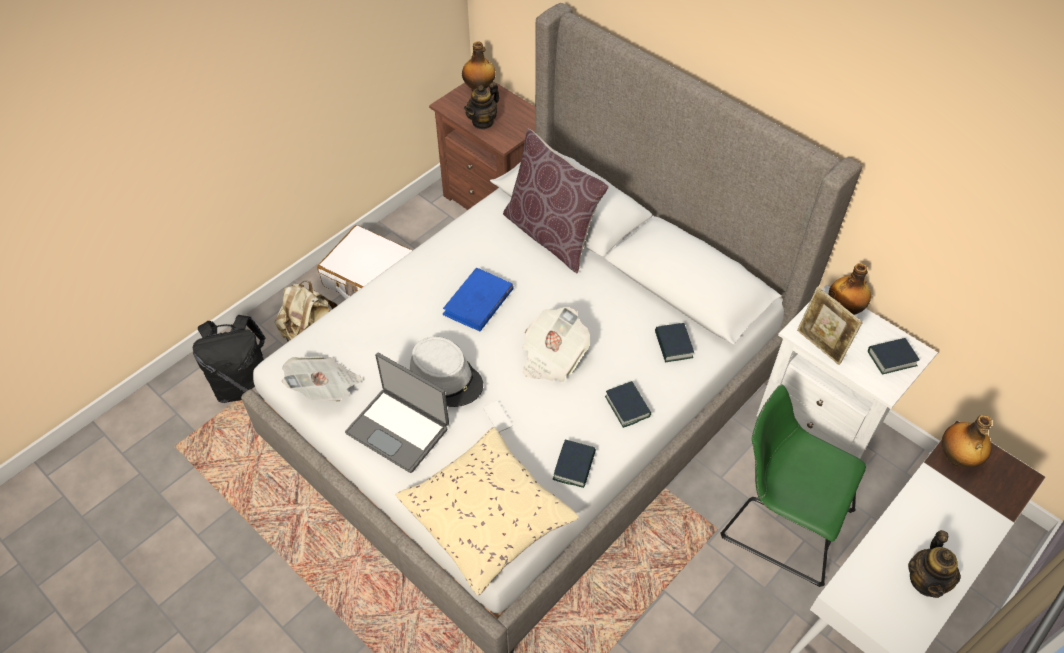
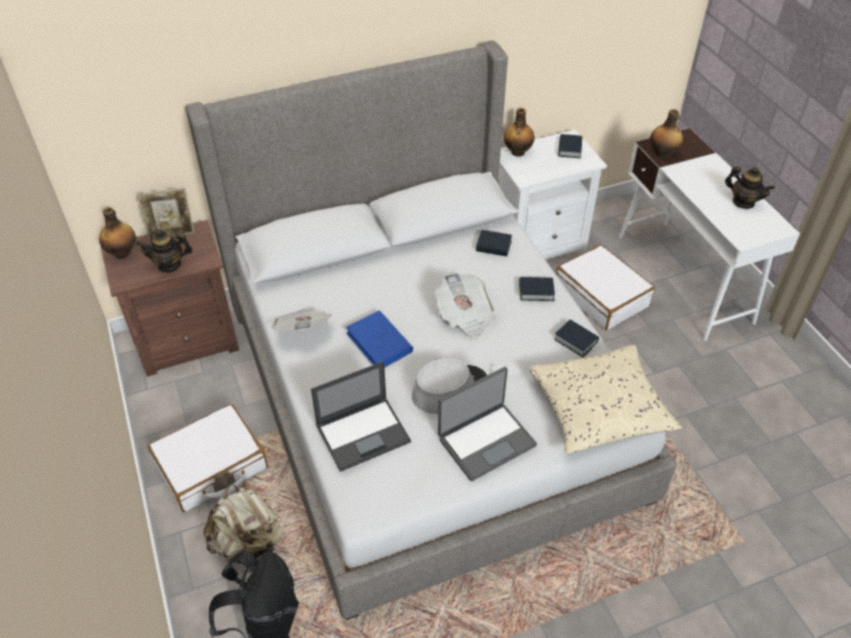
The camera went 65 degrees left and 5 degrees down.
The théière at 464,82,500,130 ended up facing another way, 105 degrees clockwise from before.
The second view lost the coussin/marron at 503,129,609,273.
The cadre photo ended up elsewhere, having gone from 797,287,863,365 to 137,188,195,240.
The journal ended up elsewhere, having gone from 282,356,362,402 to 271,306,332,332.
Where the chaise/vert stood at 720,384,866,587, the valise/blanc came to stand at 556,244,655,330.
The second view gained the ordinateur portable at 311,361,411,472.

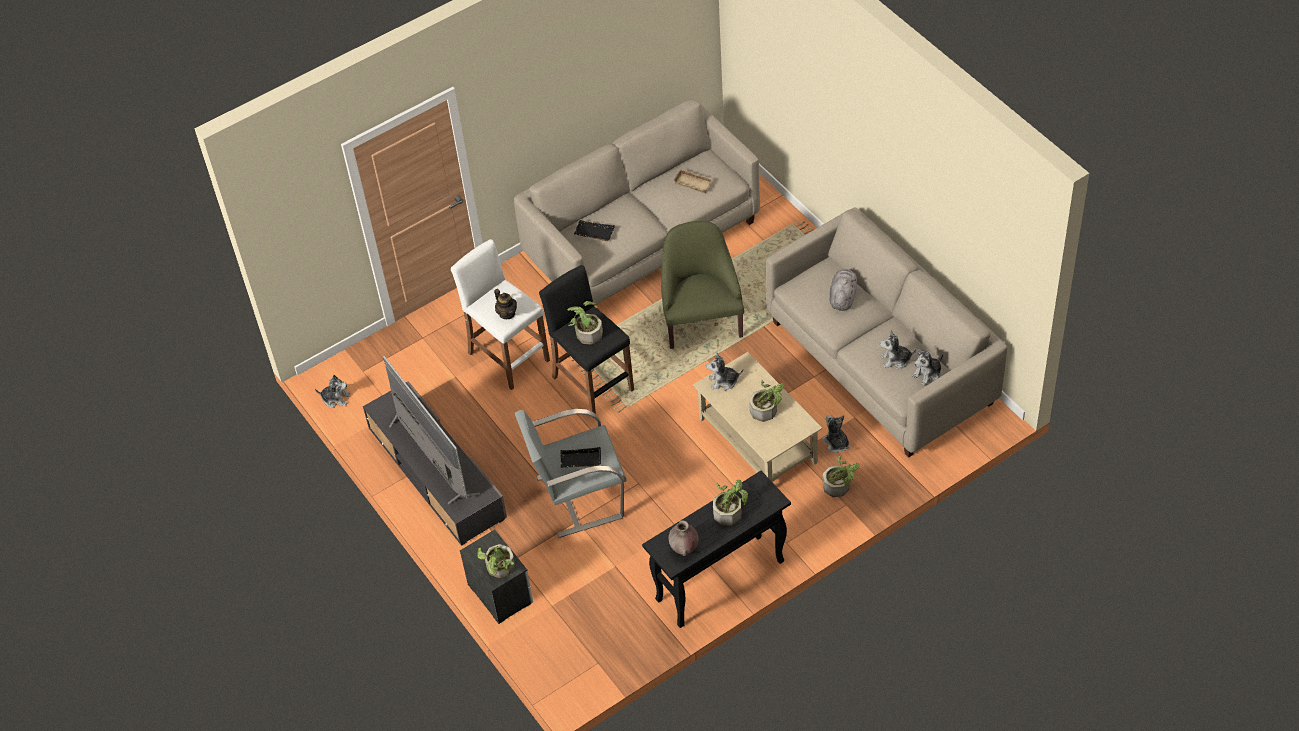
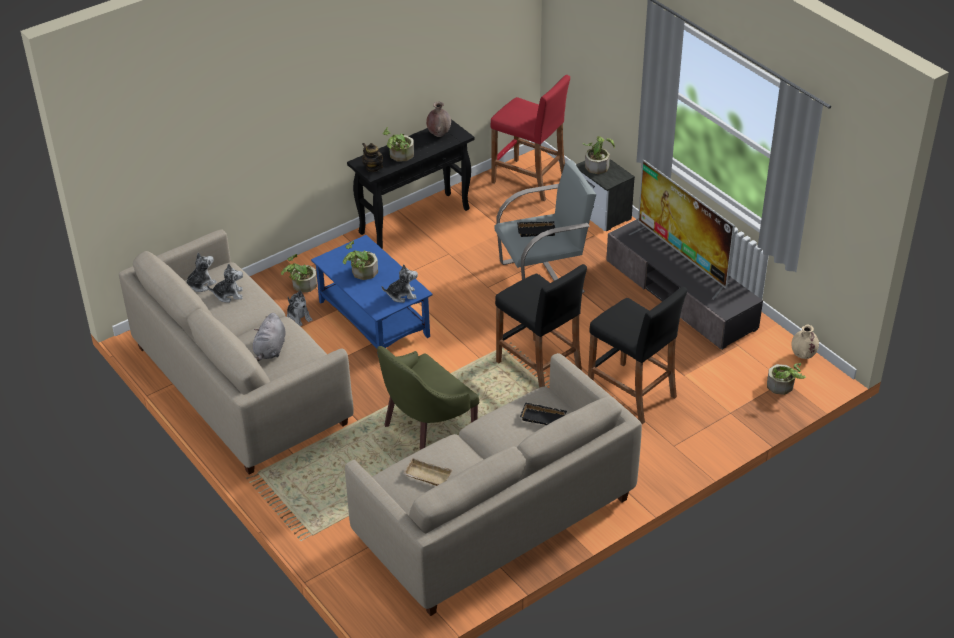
The camera went 175 degrees right and 10 degrees down.
The fauteuil/vert at 661,221,744,349 ended up facing another way, 60 degrees clockwise from before.
What was the tabouret/blanc at 451,239,550,390 turned into the tabouret/noir at 588,287,687,424.
The théière ended up elsewhere, having gone from 494,289,517,319 to 362,143,383,172.
The plante en pot ended up elsewhere, having gone from 568,301,603,345 to 767,363,806,395.
What was the table basse/beige at 693,352,822,482 turned into the table basse/bleu at 311,235,433,353.
Where the peluche stood at 315,375,350,408, the vase/beige came to stand at 792,324,819,359.
The second view gained the tabouret/rouge at 491,75,570,201.

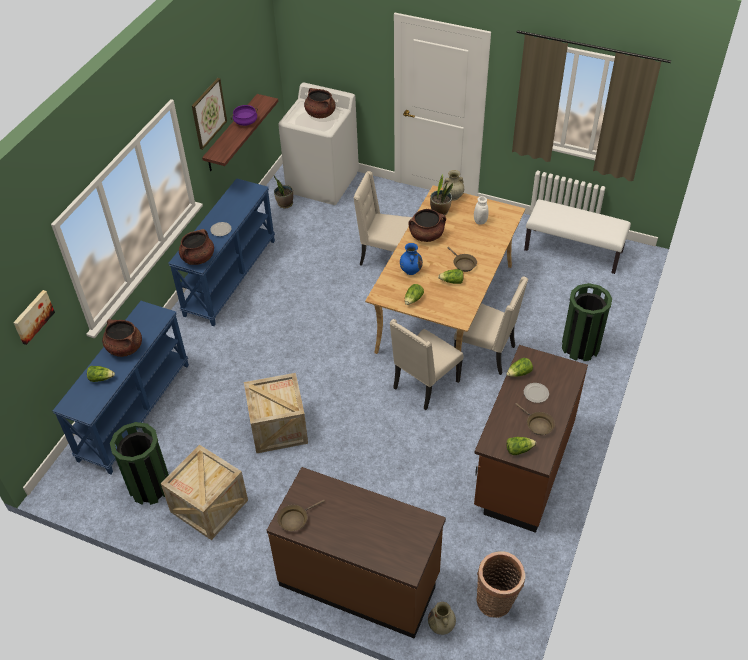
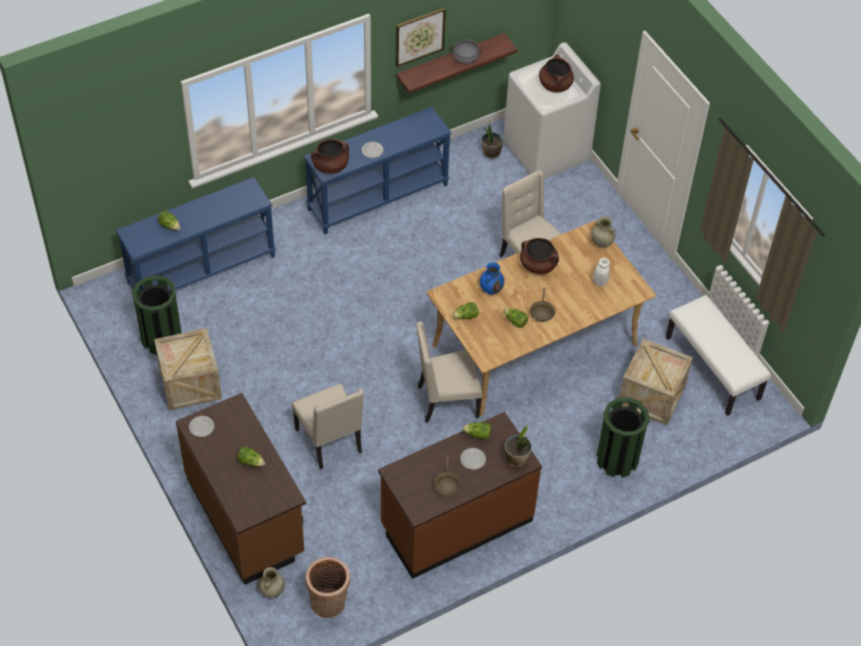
The camera went 35 degrees right and 5 degrees up.
What was the marmite/violet at 231,105,258,126 turned into the marmite/gris at 451,40,482,64.
The plante en pot ended up elsewhere, having gone from 430,174,453,215 to 505,425,532,466.
The chaise/beige ended up elsewhere, having gone from 454,276,528,375 to 292,383,364,470.
The second view lost the tableau at 13,290,55,345.
The second view lost the marmite/marron at 102,319,142,357.
The caisse ended up elsewhere, having gone from 244,373,308,454 to 619,338,693,425.
The laitue ended up elsewhere, having gone from 506,437,536,455 to 237,446,265,467.
Where the poêle/marron stood at 277,500,325,531, the assiette came to stand at 189,416,215,437.

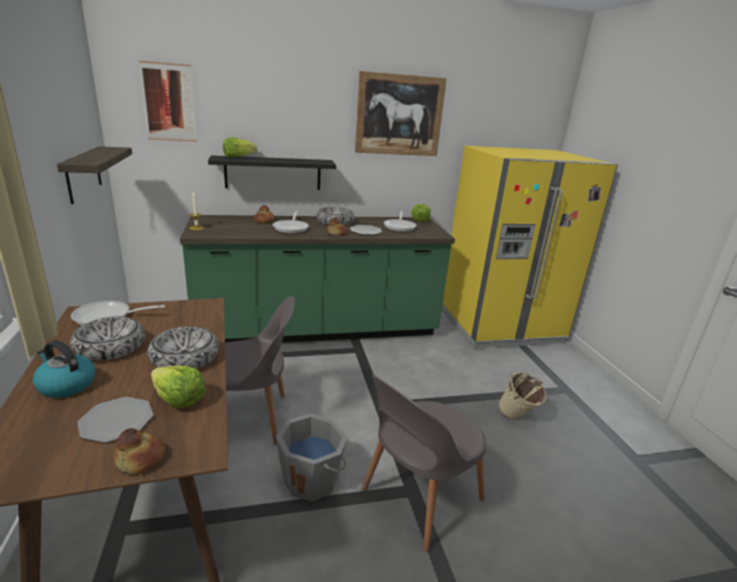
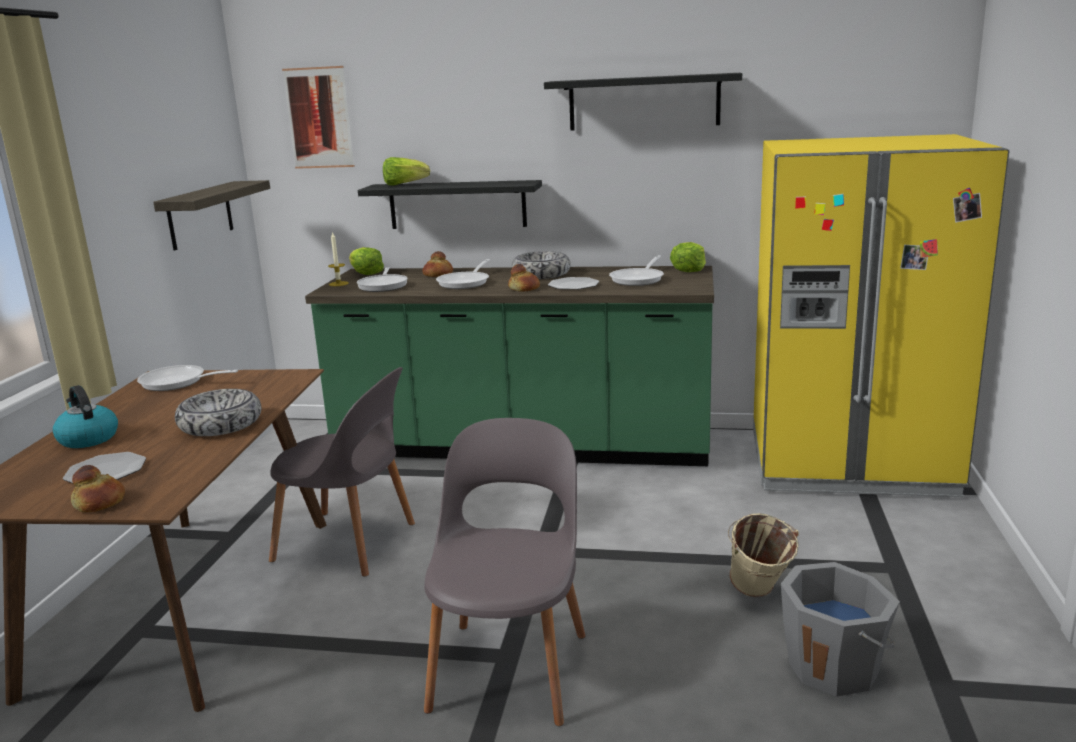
The camera went 25 degrees right and 5 degrees down.
Where the tableau hung at 355,71,447,156, the étagère/noir came to hang at 544,73,742,131.
The second view lost the bol at 70,316,145,361.
The laitue ended up elsewhere, having gone from 151,366,206,408 to 349,247,384,275.
The chaise/gris at 362,374,486,552 ended up facing another way, 120 degrees clockwise from before.
The seau/gris ended up elsewhere, having gone from 276,413,348,502 to 781,562,900,697.
The second view gained the poêle at 357,267,407,292.

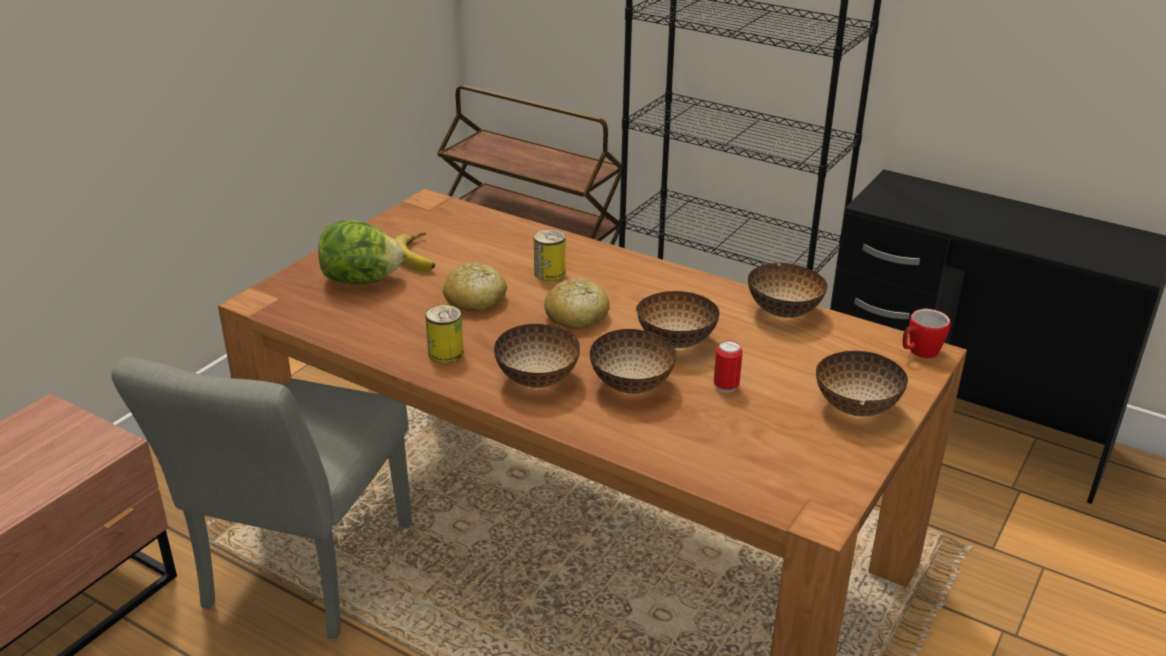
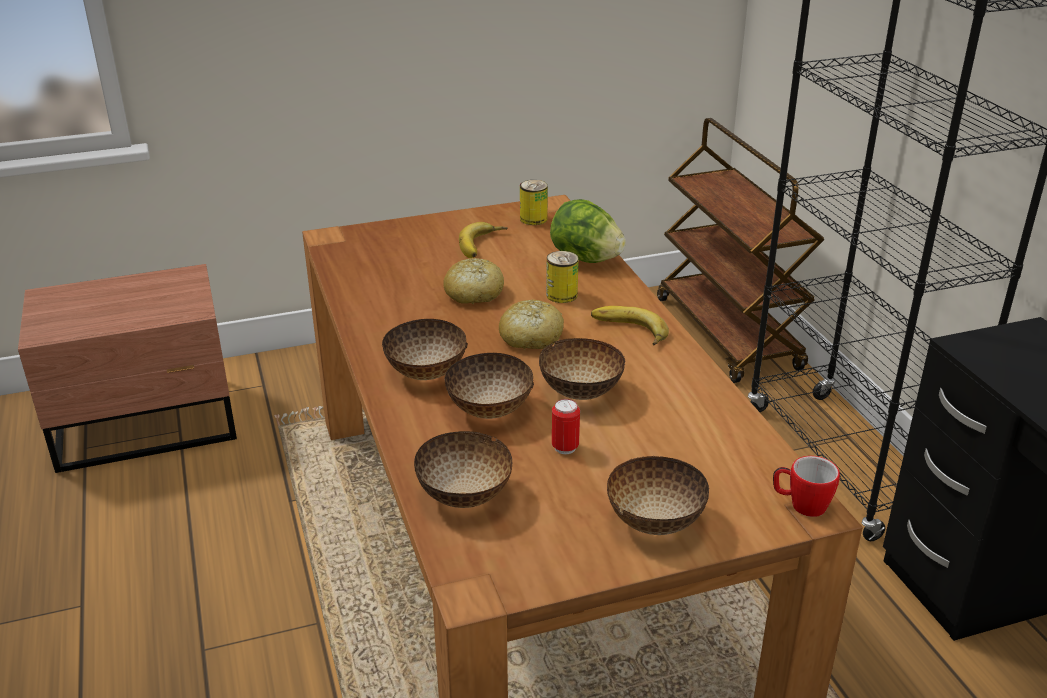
The camera went 40 degrees right and 0 degrees up.
The laitue ended up elsewhere, having gone from 318,220,403,284 to 550,199,626,263.
The bol ended up elsewhere, having gone from 748,262,828,318 to 414,431,512,508.
The boîte métallique ended up elsewhere, having gone from 425,305,463,364 to 520,180,548,225.
The second view lost the chaise/gris at 111,357,412,639.
The second view gained the banane at 591,306,669,346.

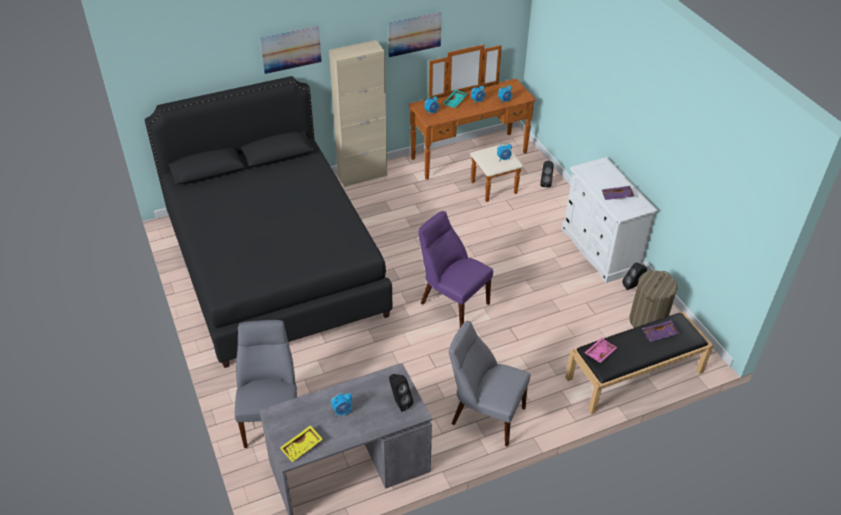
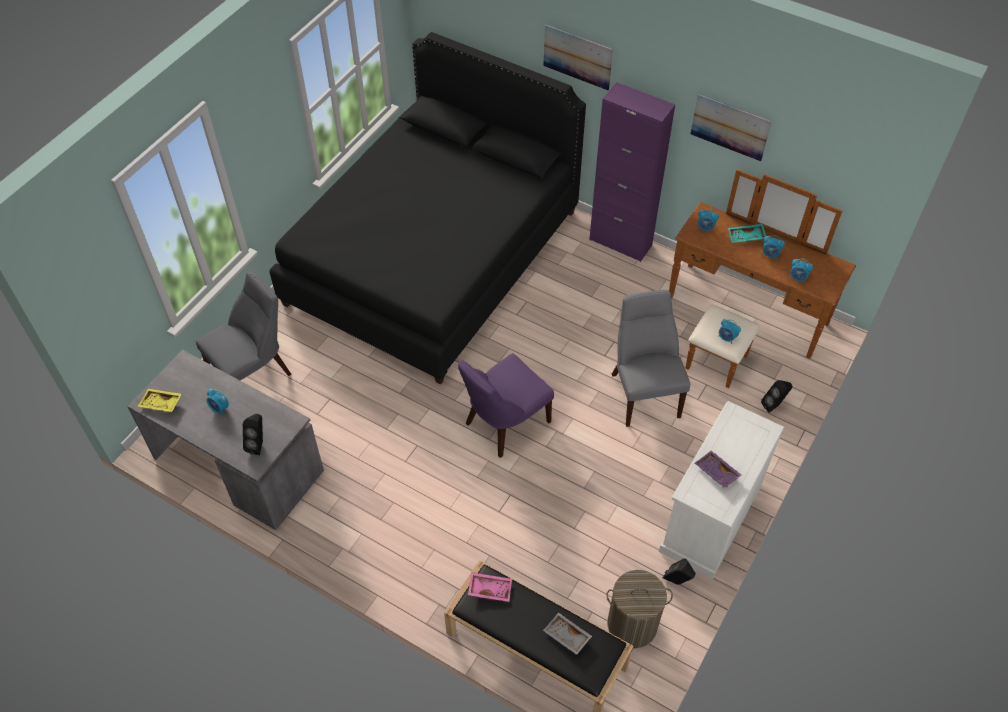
The camera went 55 degrees right and 10 degrees up.
What was the meuble de rangement/beige at 329,40,387,187 turned into the meuble de rangement/violet at 589,82,675,262.
The chaise/violet at 418,211,493,327 ended up facing another way, 135 degrees counterclockwise from before.
What was the plateau/violet at 642,320,680,342 turned into the plateau/gris at 543,613,592,655.
The chaise/gris ended up elsewhere, having gone from 449,321,530,447 to 612,290,690,427.

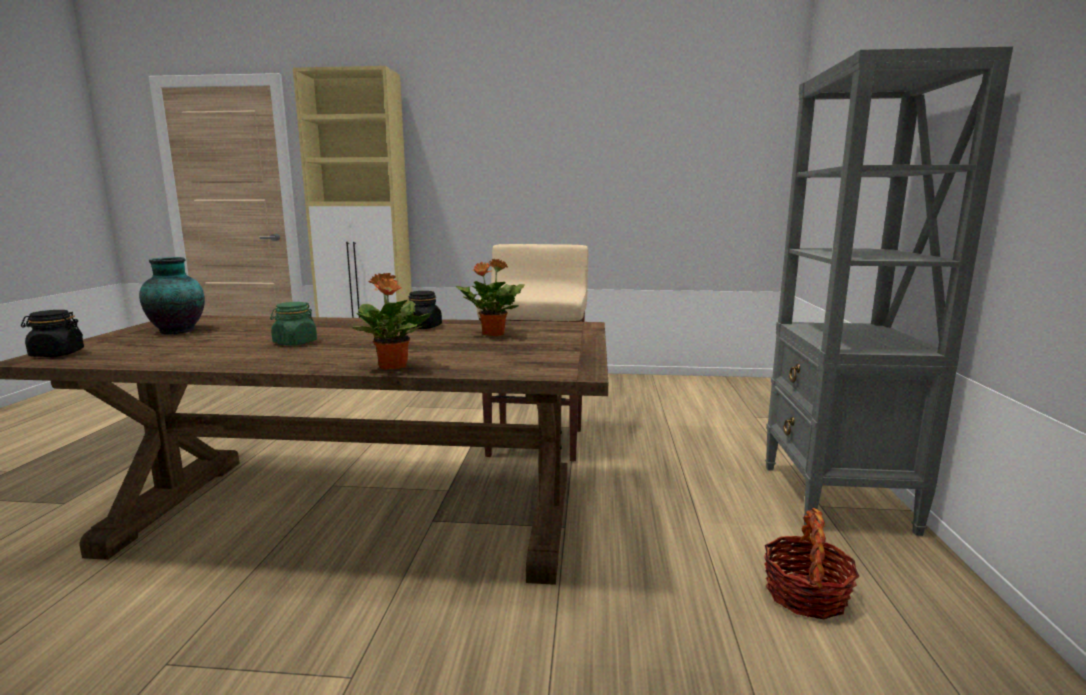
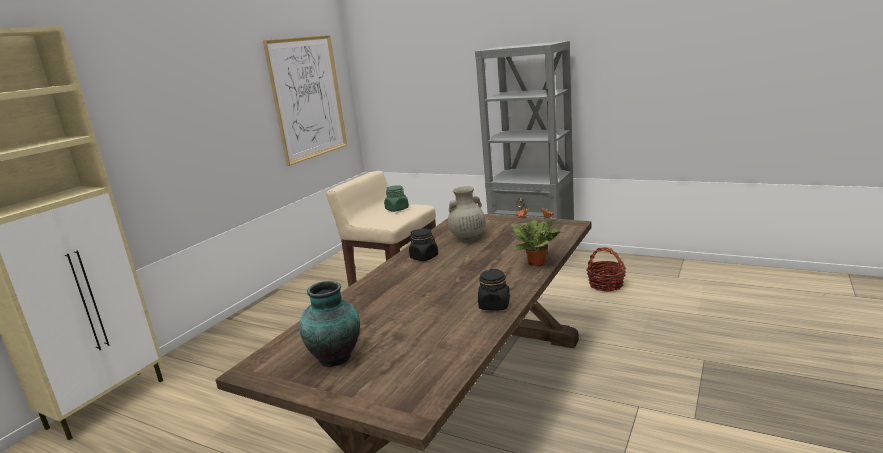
The camera went 65 degrees left and 5 degrees up.
Where the plante en pot stood at 456,259,525,336, the vase/beige came to stand at 448,187,485,242.
The bocal/vert ended up elsewhere, having gone from 270,302,317,346 to 384,185,409,212.
The bocal/noir ended up elsewhere, having gone from 21,310,84,357 to 478,269,510,311.
The second view gained the tableau at 263,35,347,166.

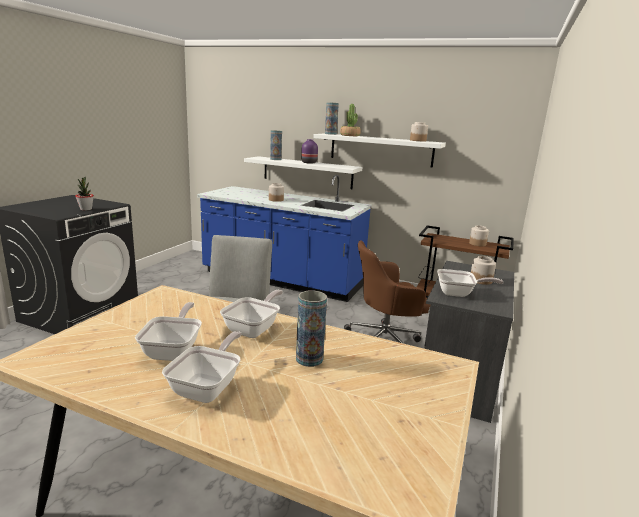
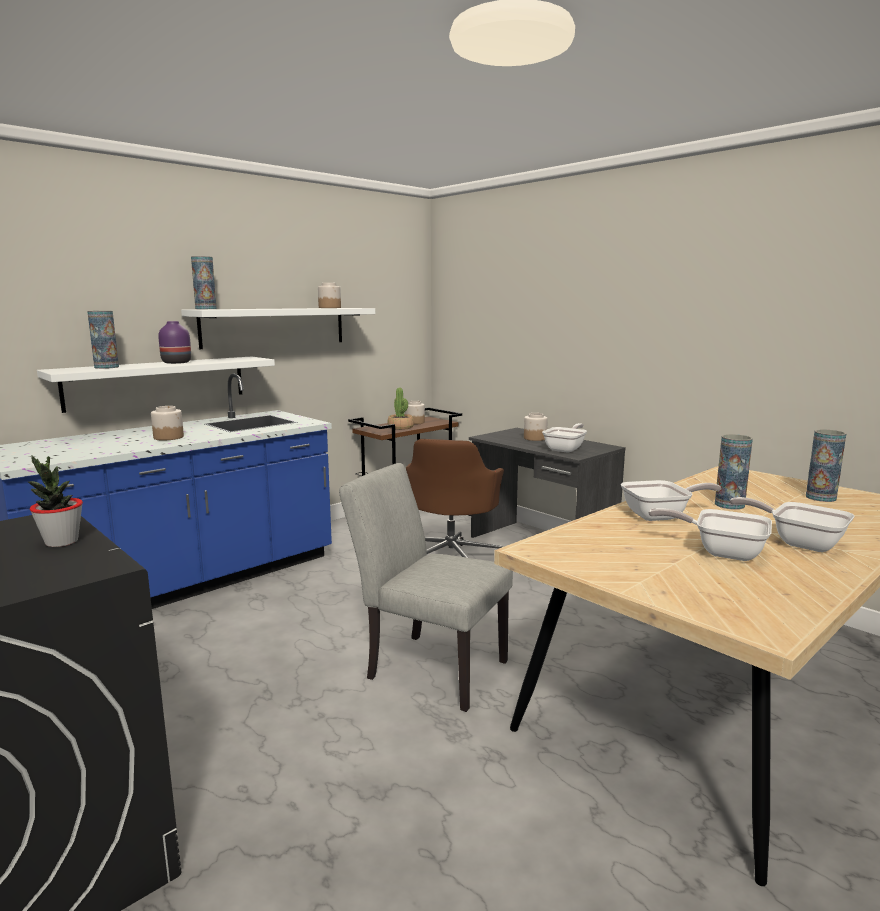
The camera went 65 degrees left and 5 degrees down.
The plante en pot ended up elsewhere, having gone from 340,104,361,136 to 387,388,414,430.
The poêle at 220,290,283,338 ended up facing another way, 120 degrees clockwise from before.
The second view gained the vase at 806,430,846,502.

